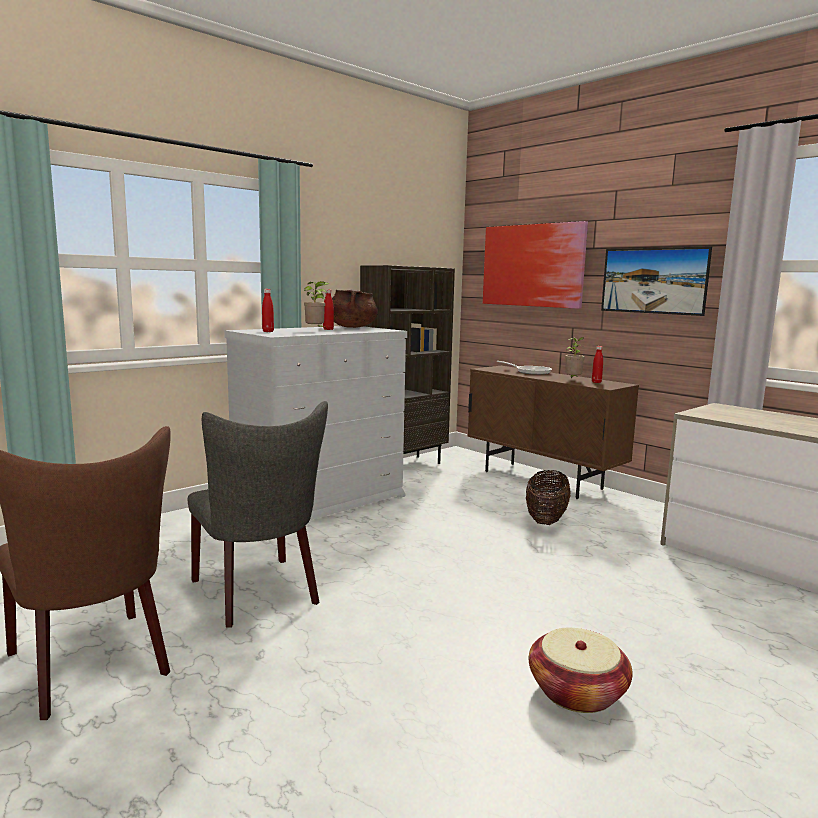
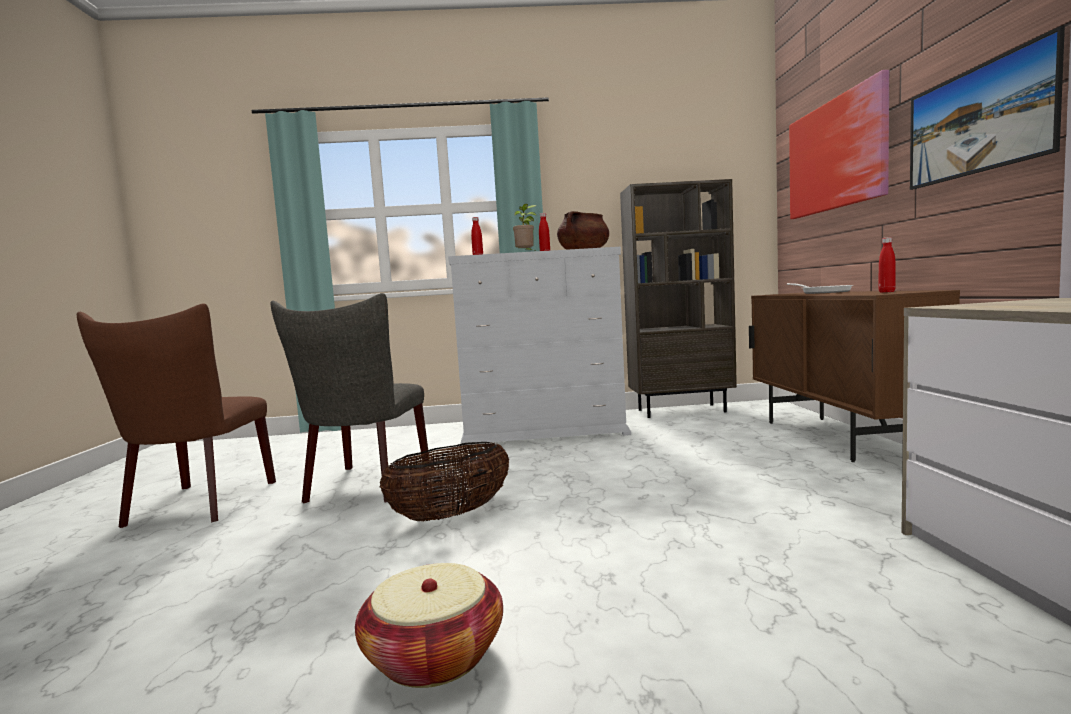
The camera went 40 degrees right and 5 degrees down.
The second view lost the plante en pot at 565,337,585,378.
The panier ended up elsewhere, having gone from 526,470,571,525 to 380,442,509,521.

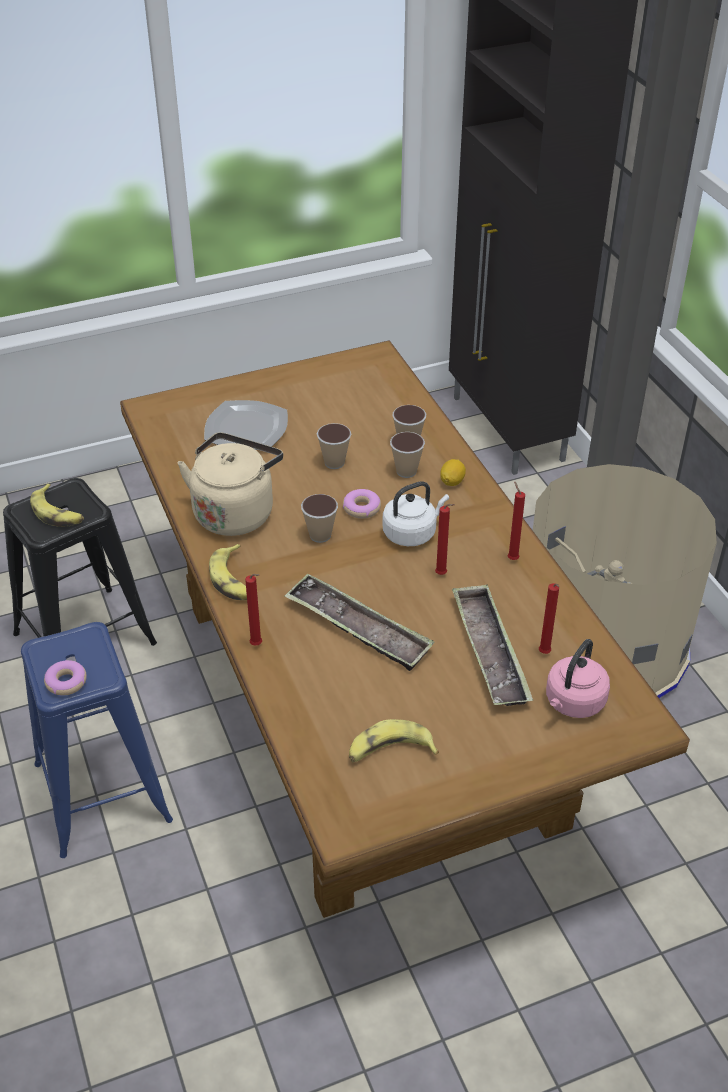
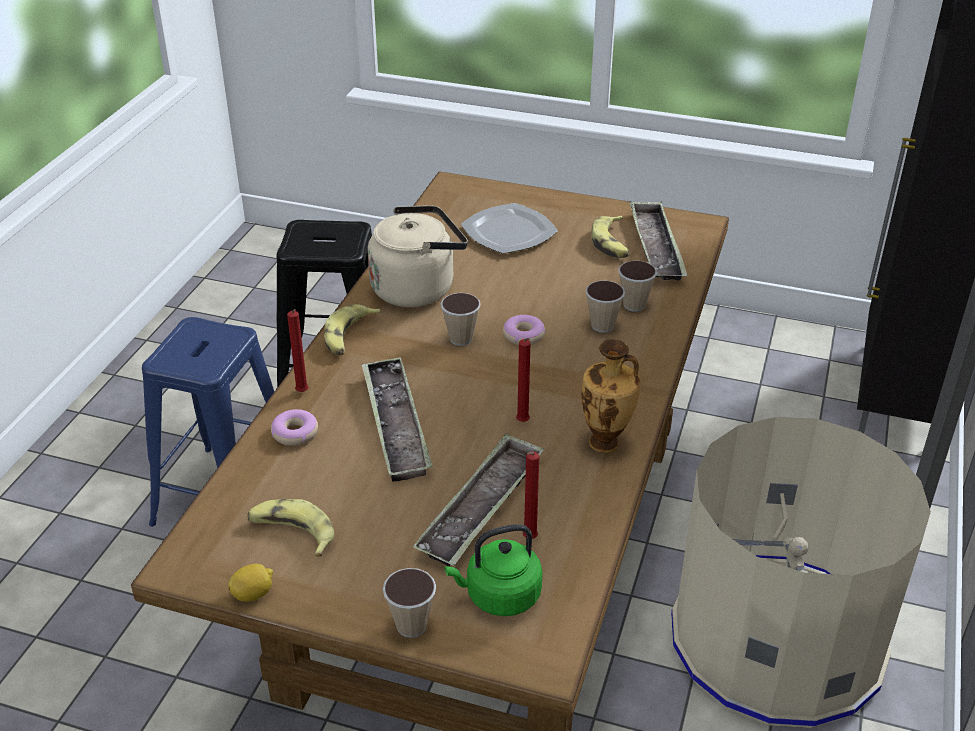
The camera went 40 degrees right and 5 degrees down.
The tasse ended up elsewhere, having gone from 317,423,351,469 to 383,568,436,638.
The citron ended up elsewhere, having gone from 440,459,466,486 to 228,564,273,601.
The second view lost the bouilloire/blanc at 383,481,449,546.
Where the bougie/rouge stood at 508,481,525,560, the vase came to stand at 581,339,640,453.
The banane ended up elsewhere, having gone from 30,484,84,527 to 591,215,630,258.
What was the bouilloire/rose at 546,639,610,718 turned into the bouilloire/vert at 444,524,543,616.
The beignet ended up elsewhere, having gone from 44,660,87,696 to 271,409,318,446.
The second view gained the plateau at 629,201,688,281.

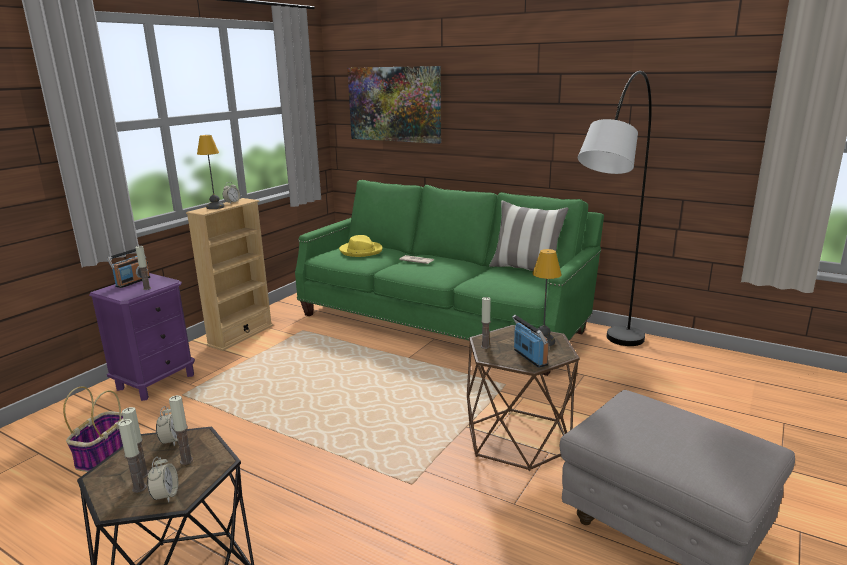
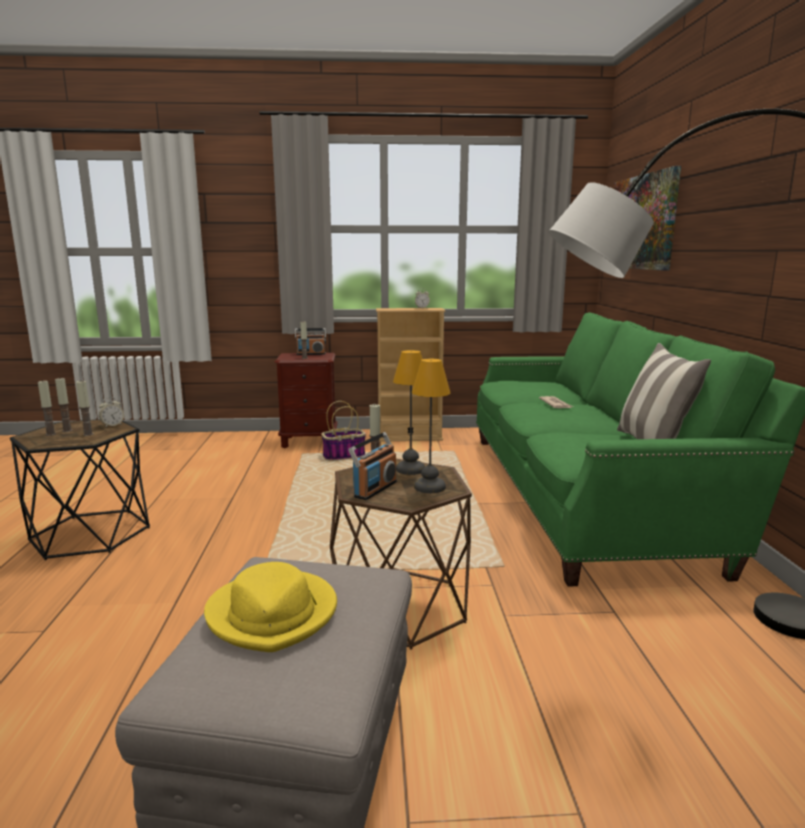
The camera went 55 degrees right and 5 degrees down.
The lampe de table ended up elsewhere, having gone from 197,135,225,209 to 393,350,425,475.
The chapeau/jaune ended up elsewhere, having gone from 339,235,382,257 to 204,562,337,652.
What was the table de chevet/violet at 89,273,195,401 turned into the table de chevet/marron at 274,353,338,448.
The panier ended up elsewhere, having gone from 63,386,123,472 to 321,401,366,461.
The second view lost the réveil at 147,457,178,503.

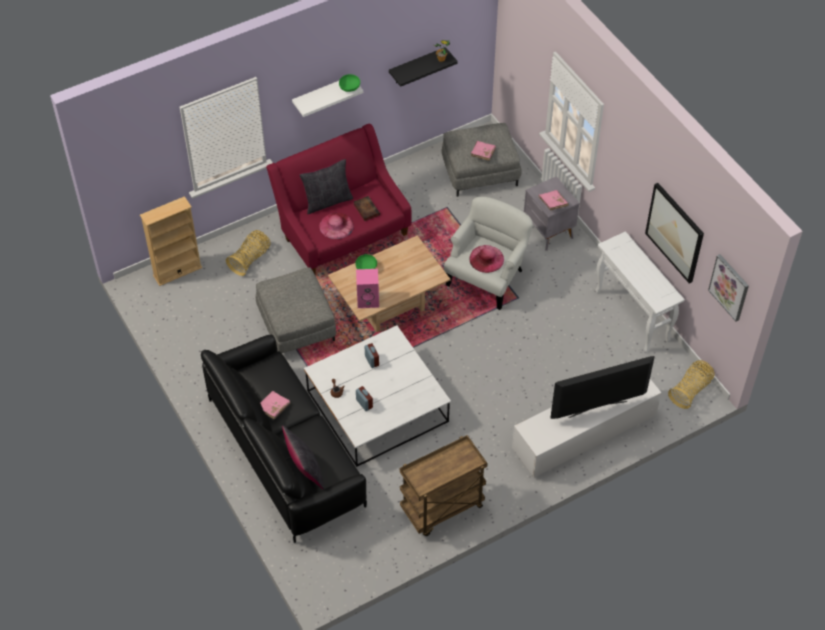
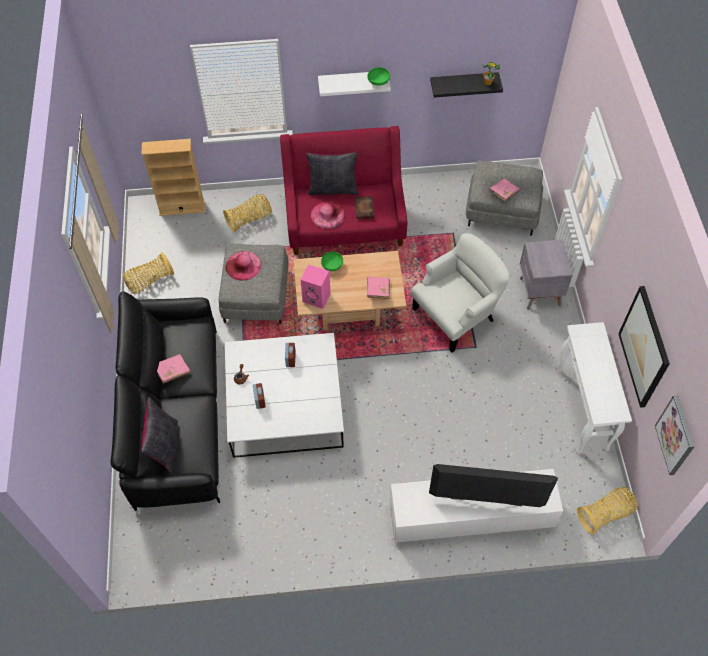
The camera went 25 degrees right and 5 degrees up.
The livre/rose ended up elsewhere, having gone from 538,190,569,211 to 367,276,390,299.
The chapeau/rose ended up elsewhere, having gone from 470,245,504,273 to 225,251,261,281.
The second view lost the chariot/marron at 400,435,488,536.
The second view gained the panier at 123,252,174,294.

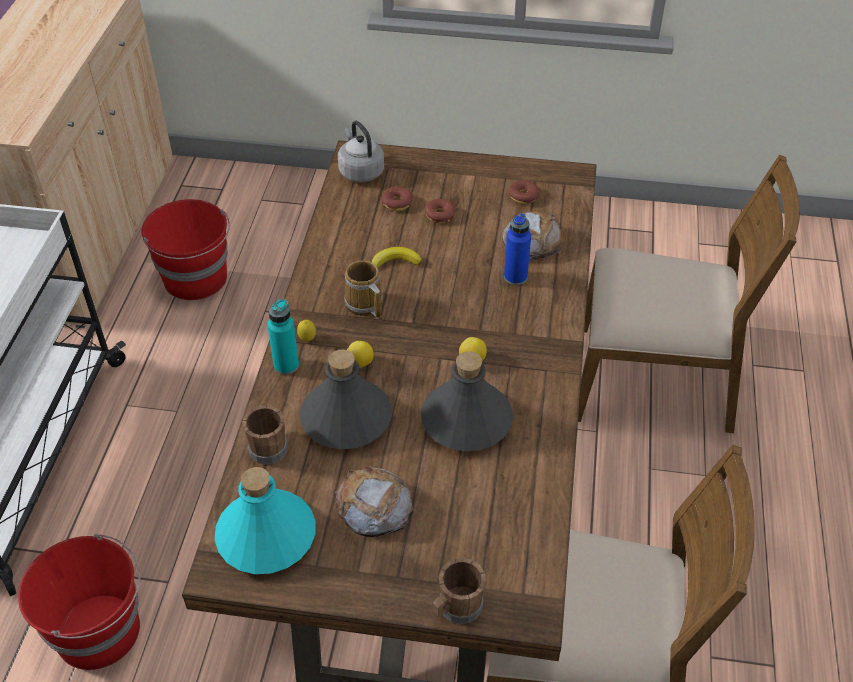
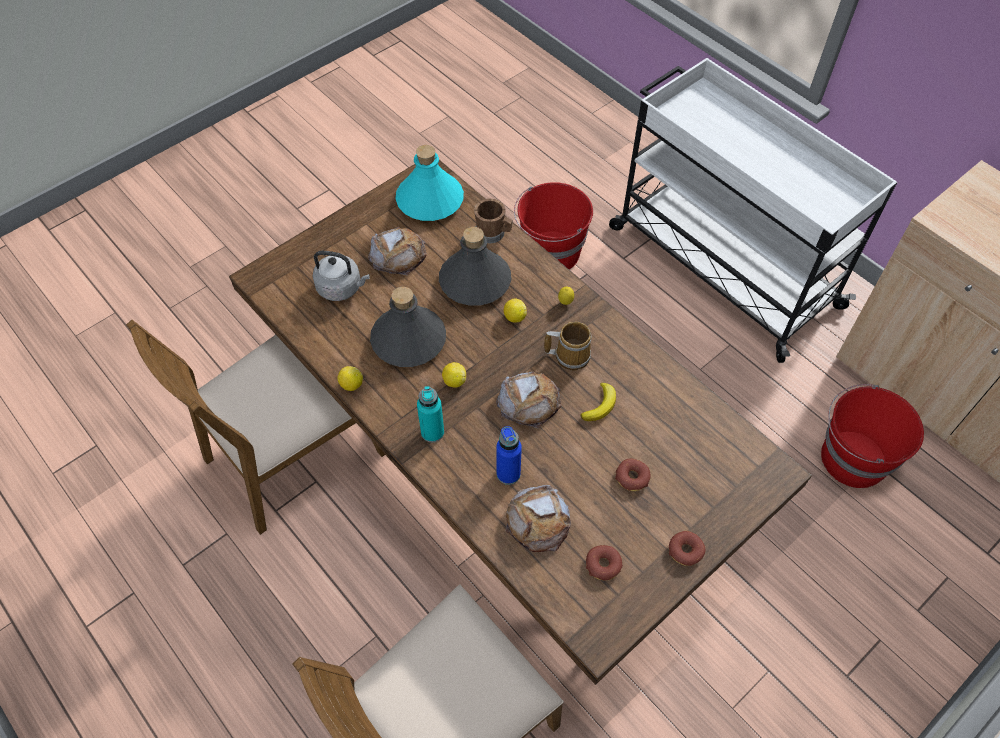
The camera went 130 degrees right and 10 degrees up.
The bouilloire/gris ended up elsewhere, having gone from 338,121,384,182 to 313,251,370,301.
The beignet ended up elsewhere, having gone from 382,187,413,211 to 669,531,705,566.
The bouteille/turquoise ended up elsewhere, having gone from 267,299,299,375 to 417,386,444,443.
The second view lost the mug/marron at 432,558,486,624.
The second view gained the citron at 337,366,363,391.
The second view gained the pain at 496,372,561,428.

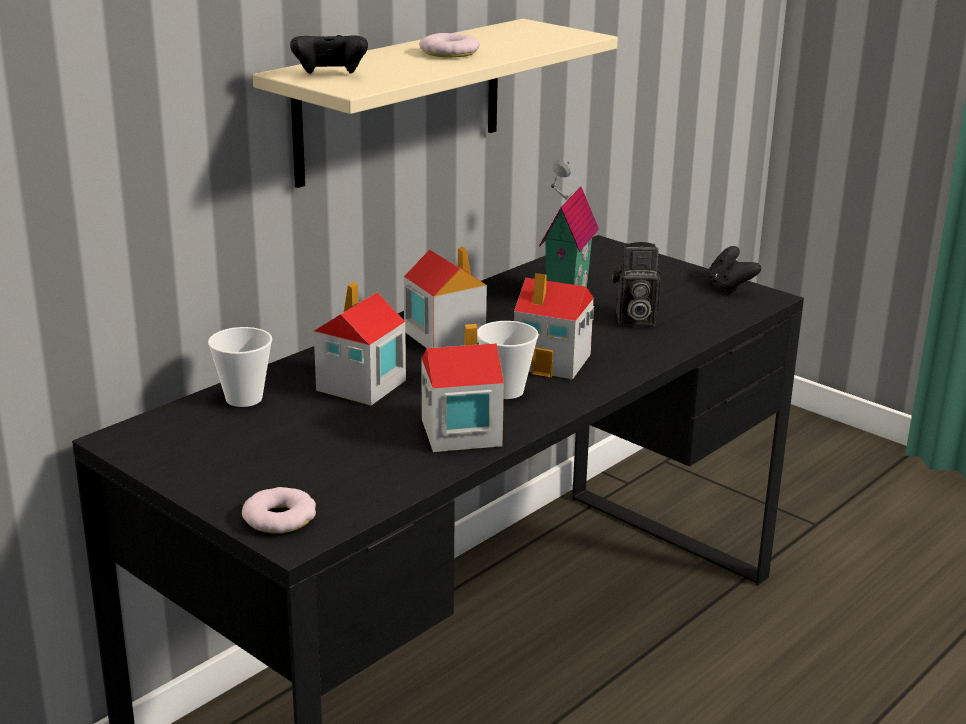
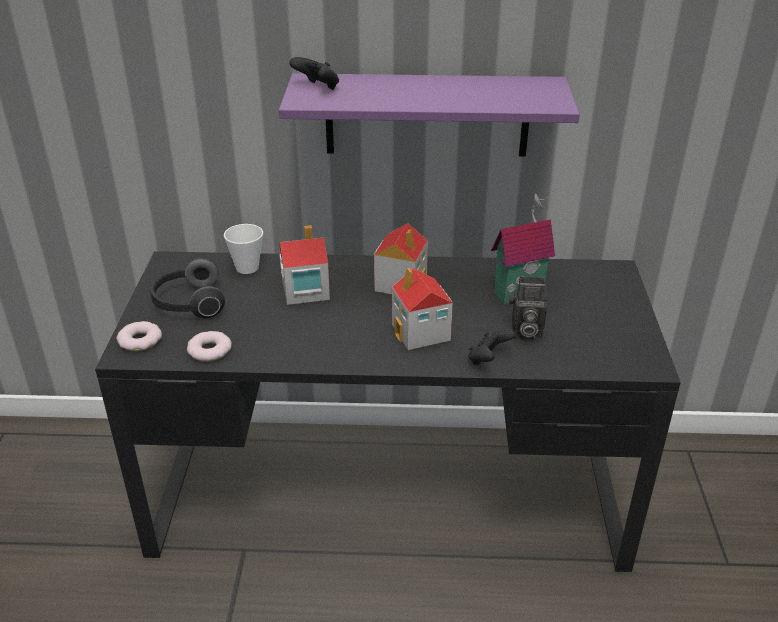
The camera went 50 degrees right and 10 degrees up.
What was the étagère/beige at 253,19,618,188 turned into the étagère/violet at 279,73,580,157.
The beignet ended up elsewhere, having gone from 419,33,480,58 to 187,331,232,362.
The appareil photo at 612,242,660,326 ended up facing another way, 45 degrees counterclockwise from before.
The manette/noir ended up elsewhere, having gone from 708,246,761,294 to 468,328,515,365.
The second view lost the tasse at 477,321,539,399.
The second view lost the maison miniature at 421,324,504,452.
The second view gained the casque audio at 150,258,225,318.

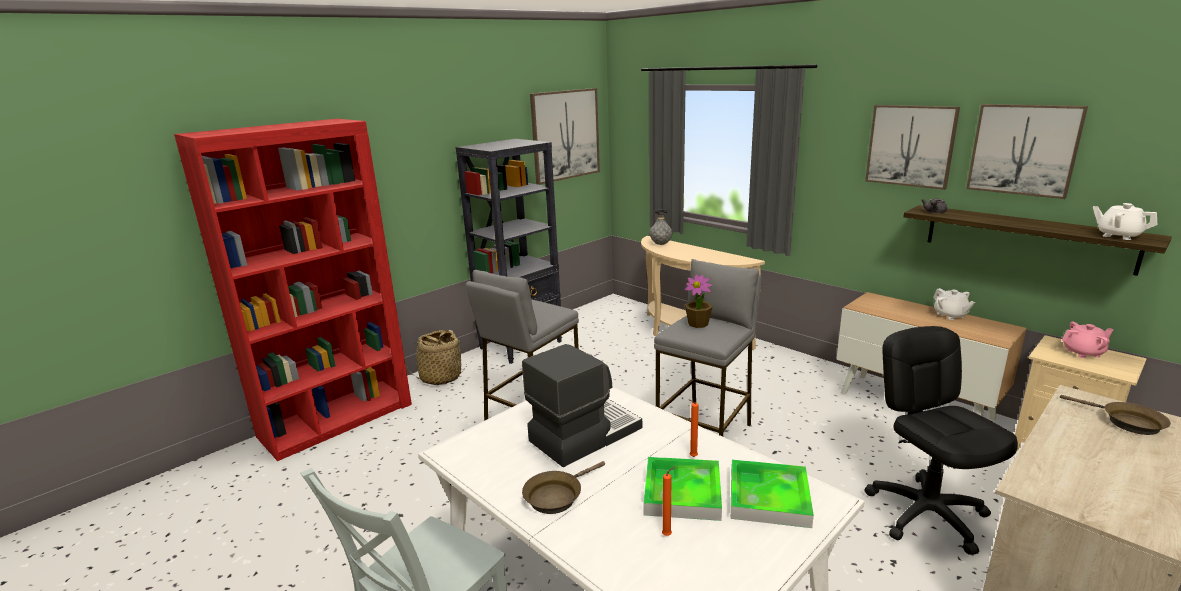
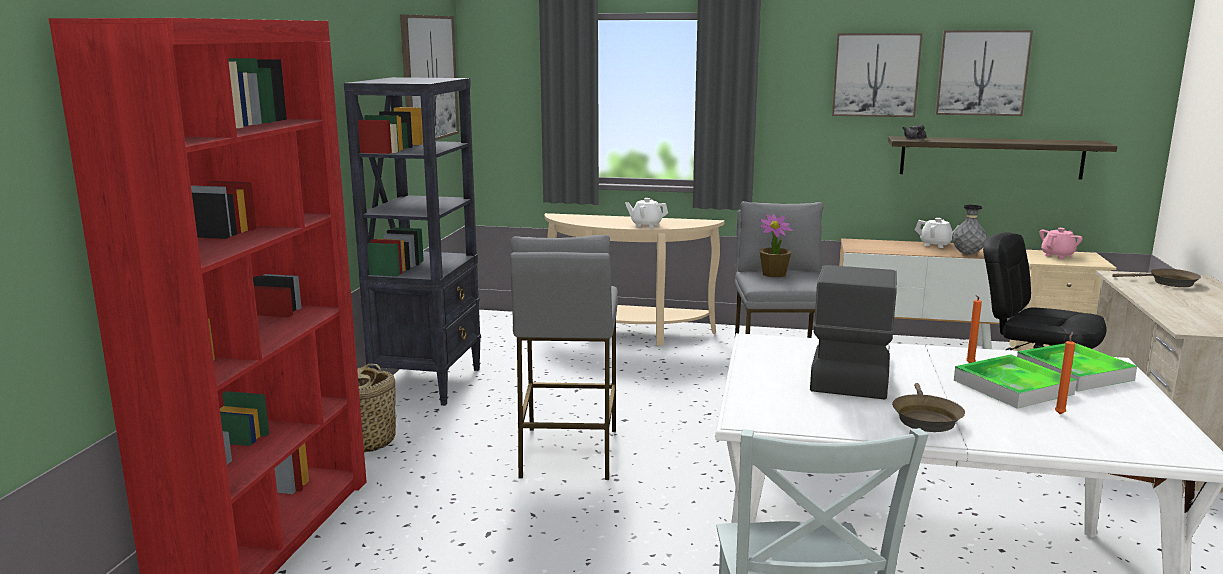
The camera went 35 degrees left and 5 degrees down.
The théière/blanc ended up elsewhere, having gone from 1093,203,1157,240 to 625,198,668,228.
The vase/gris ended up elsewhere, having gone from 649,210,672,245 to 952,205,987,255.

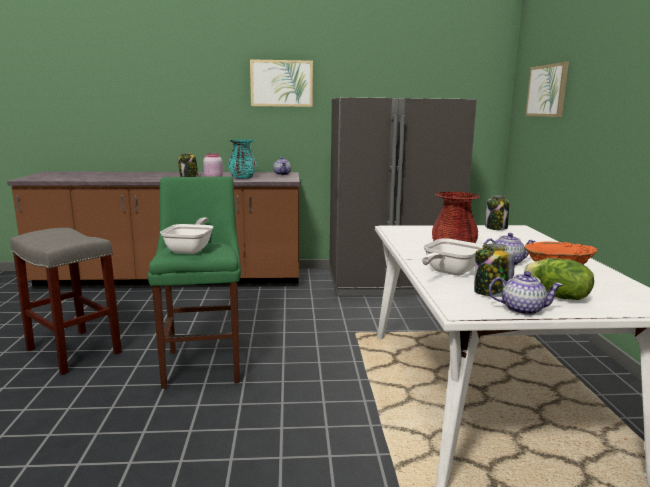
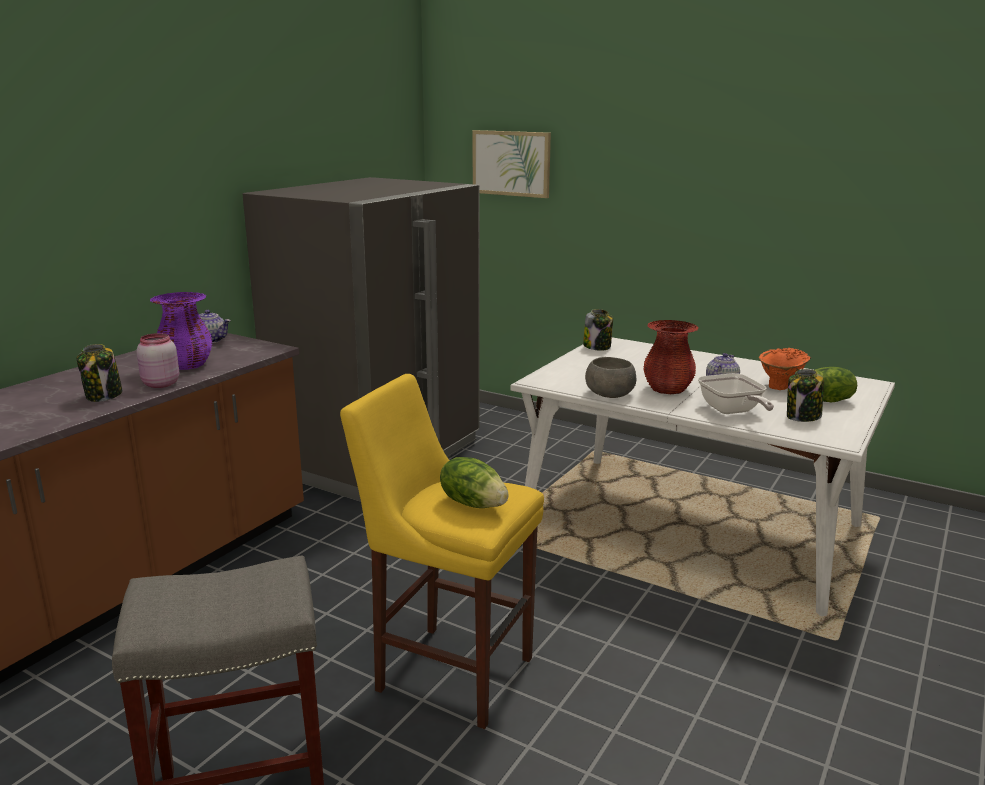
The camera went 55 degrees left and 5 degrees up.
The second view lost the tableau at 250,59,313,107.
What was the vase/turquoise at 228,140,257,178 turned into the vase/violet at 150,292,213,370.
What was the tabouret/vert at 148,176,241,389 turned into the tabouret/jaune at 340,374,544,729.
Where the poêle stood at 160,218,213,254, the laitue came to stand at 440,457,509,508.
The second view lost the théière at 489,271,563,315.
The second view gained the bol/gris at 585,357,636,398.

